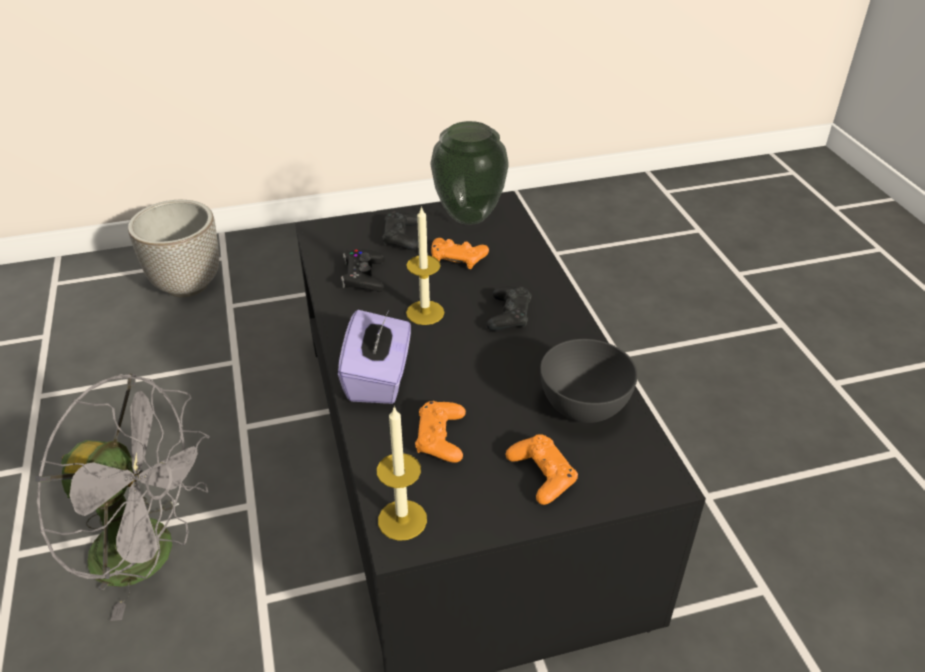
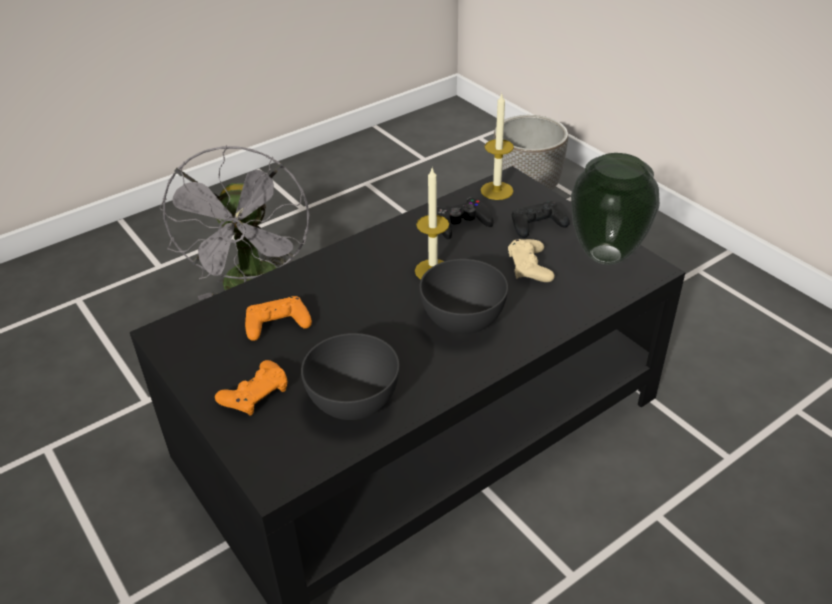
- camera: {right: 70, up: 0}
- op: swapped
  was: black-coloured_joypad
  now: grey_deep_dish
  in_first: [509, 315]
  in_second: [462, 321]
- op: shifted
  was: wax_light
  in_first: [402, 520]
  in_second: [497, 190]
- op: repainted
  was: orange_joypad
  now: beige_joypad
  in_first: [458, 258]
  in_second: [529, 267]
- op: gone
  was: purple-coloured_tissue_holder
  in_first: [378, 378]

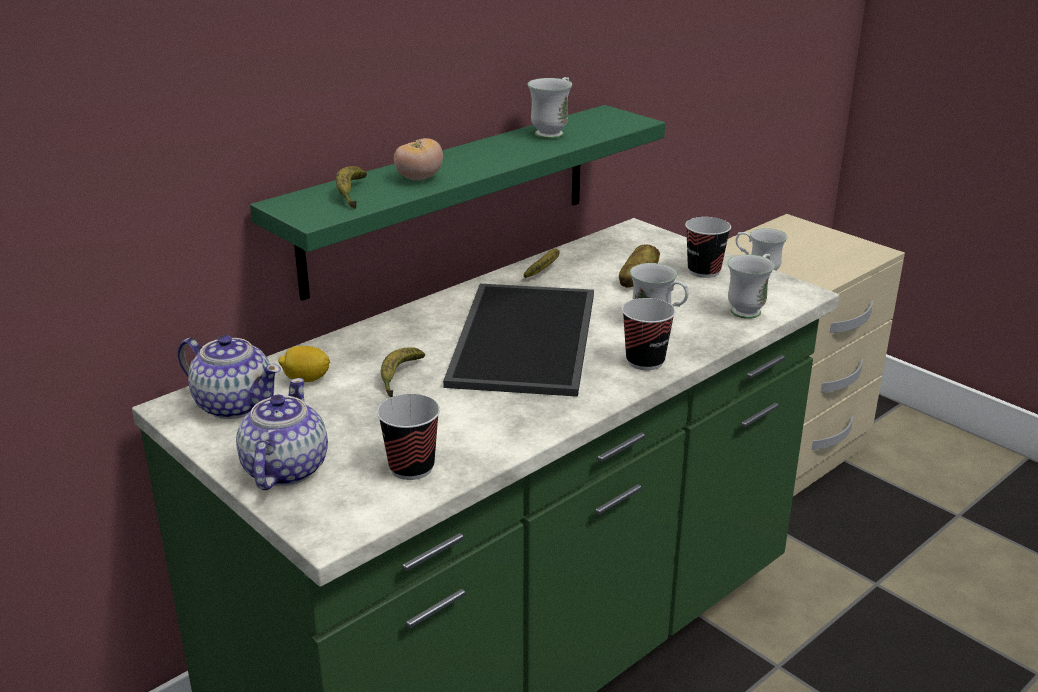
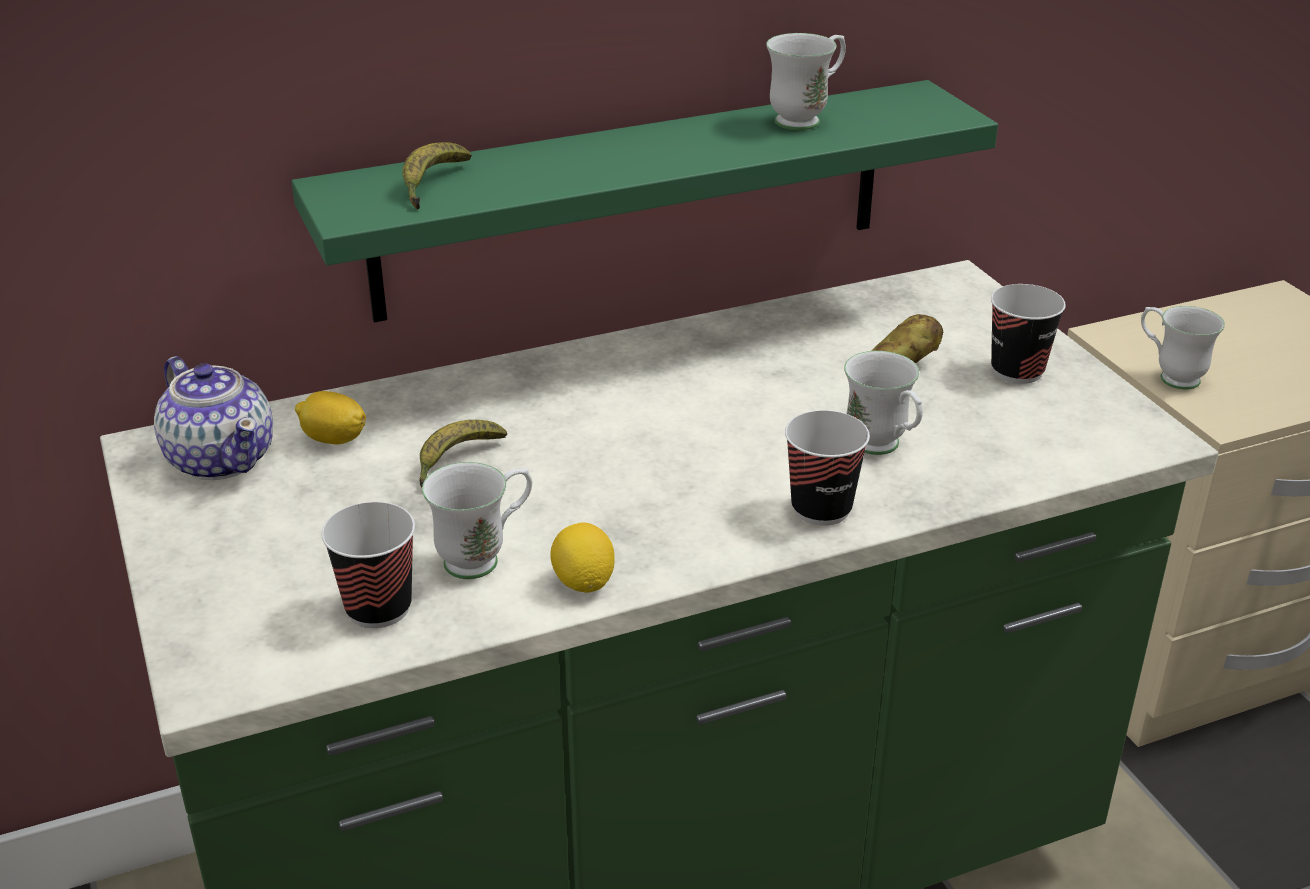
- camera: {right: 20, up: 5}
- op: shifted
  was: whitish_mug
  in_first: [749, 309]
  in_second: [484, 558]
- op: new
  now: citrus_fruit
  in_second: [583, 583]
- op: gone
  was: tea_pot
  in_first: [284, 470]
- op: gone
  was: fresh_tomato
  in_first: [419, 178]
- op: gone
  was: tray
  in_first: [521, 337]
- op: gone
  was: banana
  in_first: [545, 270]

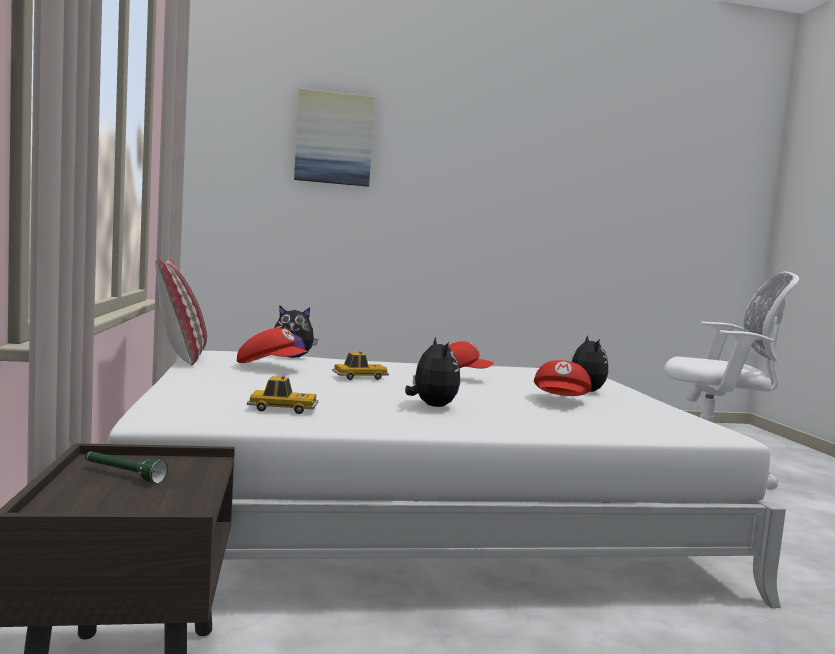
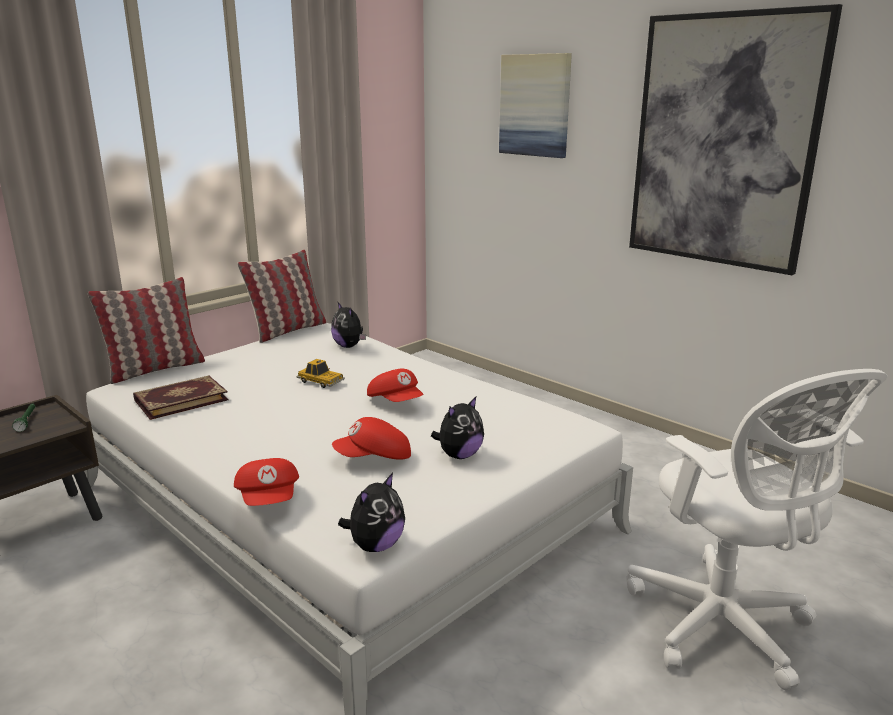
- camera: {right: 55, up: 15}
- op: new
  now: pillow
  in_second: [155, 369]
- op: swapped
  was: model_car
  now: book
  in_first: [283, 409]
  in_second: [181, 399]
- op: shifted
  was: red-coloured_cap
  in_first: [271, 366]
  in_second: [270, 499]
- op: shifted
  was: plush_toy
  in_first: [431, 406]
  in_second: [375, 545]
- op: new
  now: wall_art
  in_second: [723, 142]

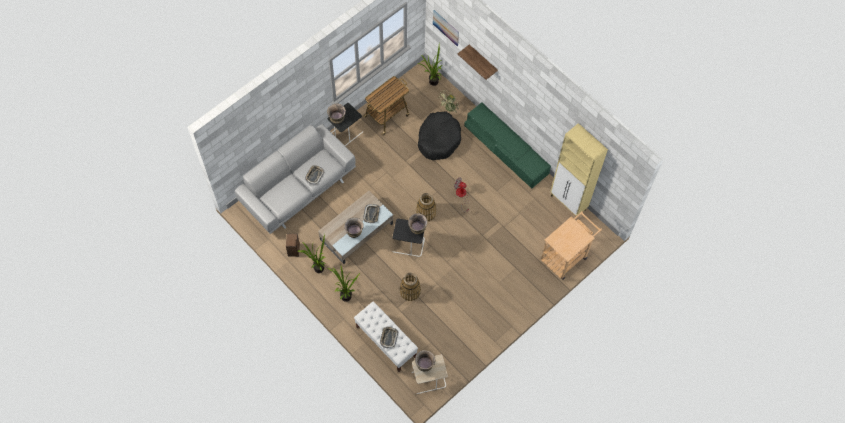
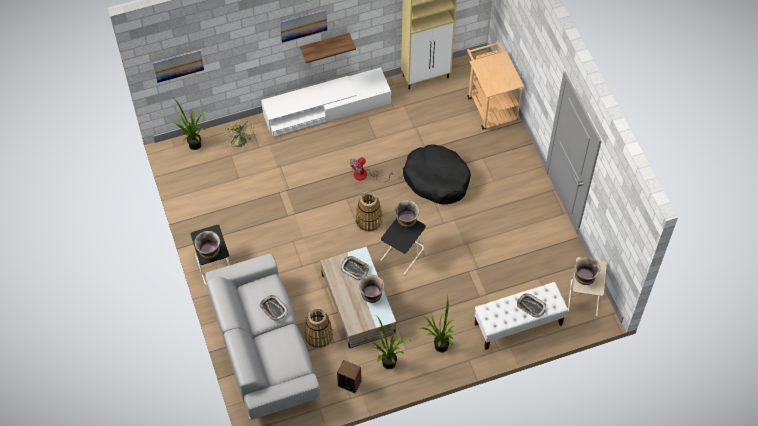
- camera: {right: -65, up: -5}
- op: repainted
  was: greenish_tv_stand
  now: whitish_tv_stand
  in_first: [505, 149]
  in_second: [327, 109]
- op: new
  now: wall_art
  in_second: [303, 25]
- op: shifted
  was: shelf
  in_first: [483, 61]
  in_second: [324, 45]
- op: shifted
  was: storage_basket
  in_first: [410, 291]
  in_second: [318, 335]
- op: shifted
  was: black-coloured_dog_bed
  in_first: [438, 139]
  in_second: [436, 179]
- op: gone
  was: wheeled_cart
  in_first: [387, 115]

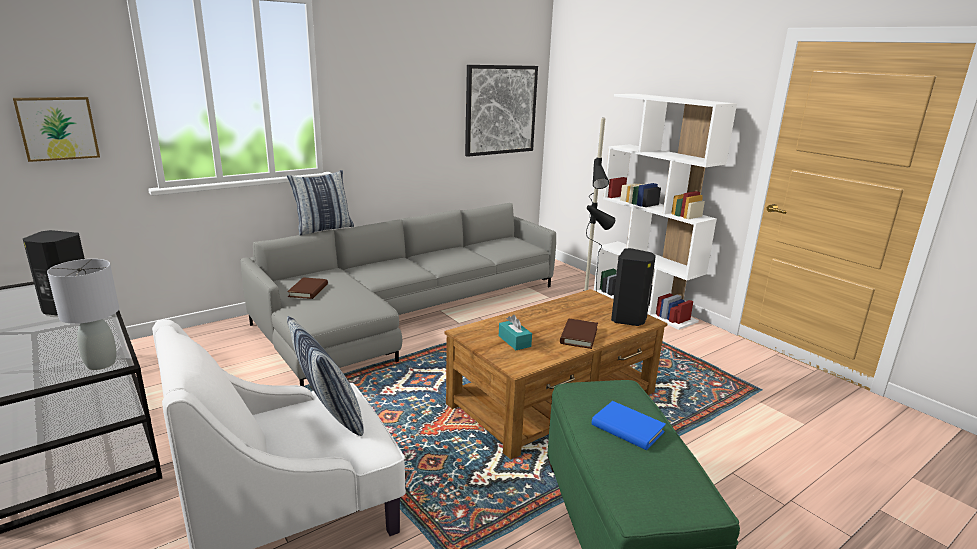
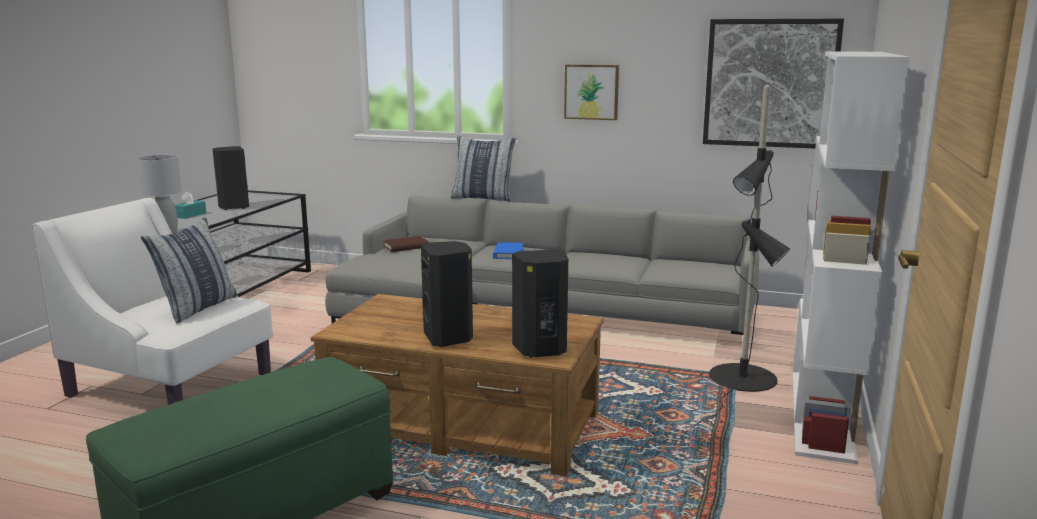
- camera: {right: 55, up: -5}
- op: shifted
  was: turquoise_tissue_holder
  in_first: [514, 341]
  in_second: [190, 215]
- op: swapped
  was: brown-coloured_book
  now: black-coloured_speaker
  in_first: [578, 336]
  in_second: [449, 338]
- op: shifted
  was: blue_book
  in_first: [627, 428]
  in_second: [508, 253]
- op: shifted
  was: wall_art
  in_first: [58, 128]
  in_second: [591, 92]

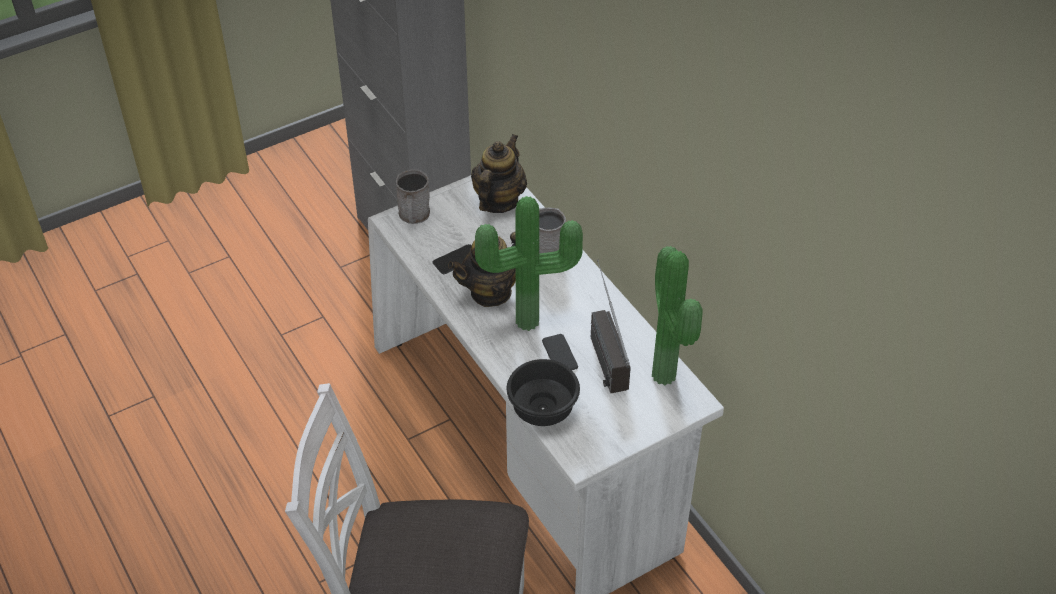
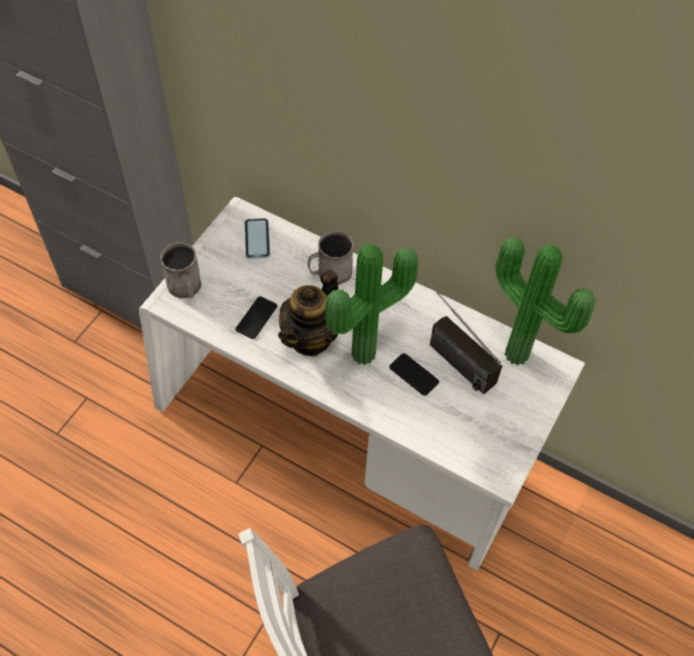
- camera: {right: -30, up: 10}
- op: swapped
  was: tea_pot
  now: telephone
  in_first: [498, 201]
  in_second: [257, 239]
- op: gone
  was: black-coloured_deep_dish
  in_first: [545, 409]

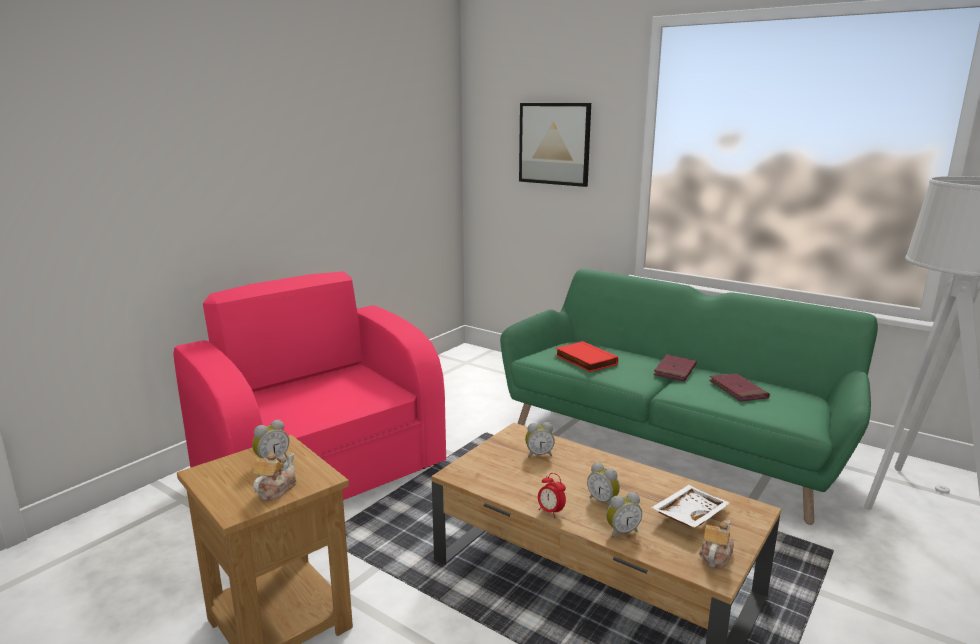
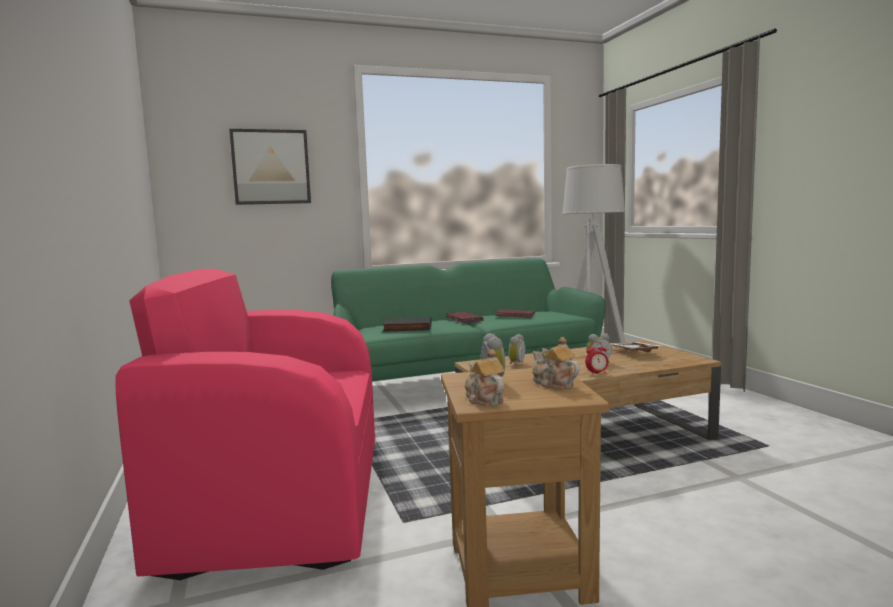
- camera: {right: -55, up: -10}
- op: repainted
  was: red-coloured_book
  now: black-coloured_book
  in_first: [584, 360]
  in_second: [407, 328]
- op: shifted
  was: tea_pot
  in_first: [715, 556]
  in_second: [484, 399]
- op: gone
  was: alarm_clock
  in_first: [621, 531]

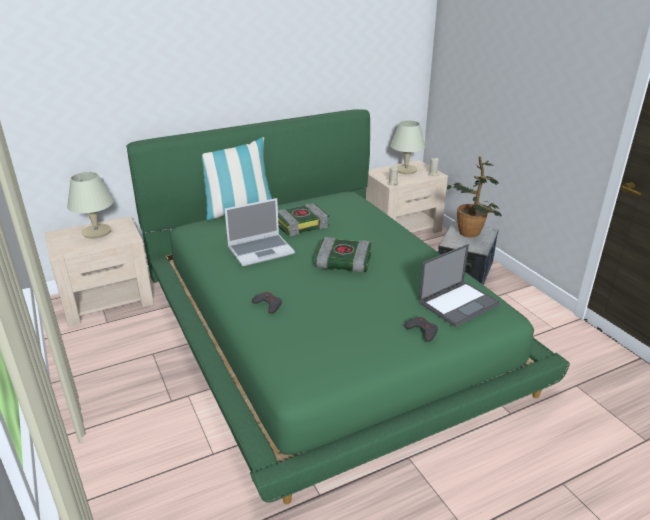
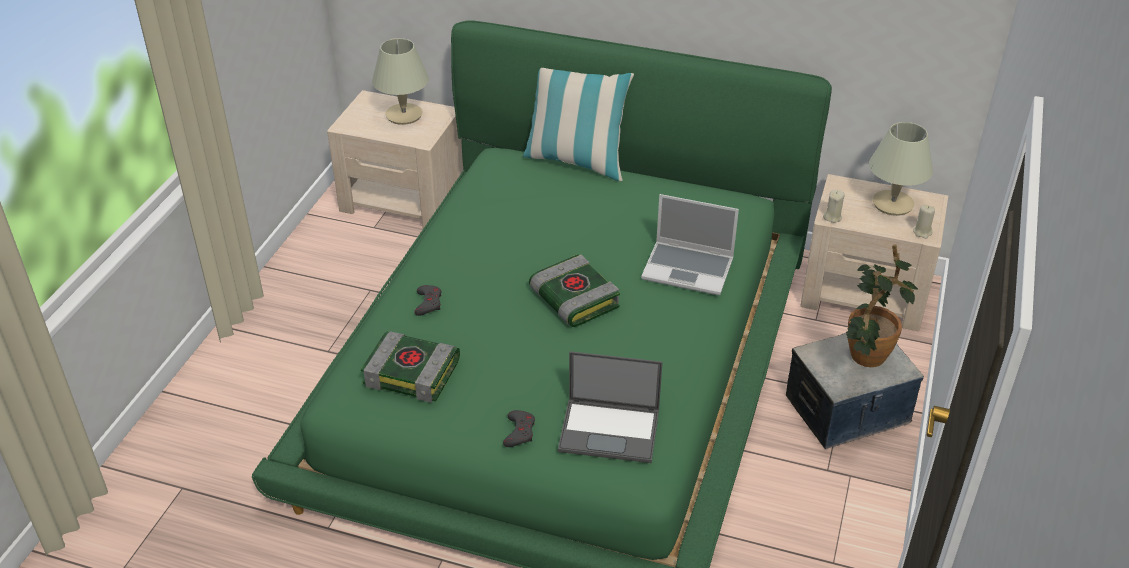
- camera: {right: 45, up: 10}
- op: shifted
  was: book
  in_first: [301, 224]
  in_second: [413, 372]
- op: shifted
  was: notebook_computer
  in_first: [261, 250]
  in_second: [689, 269]

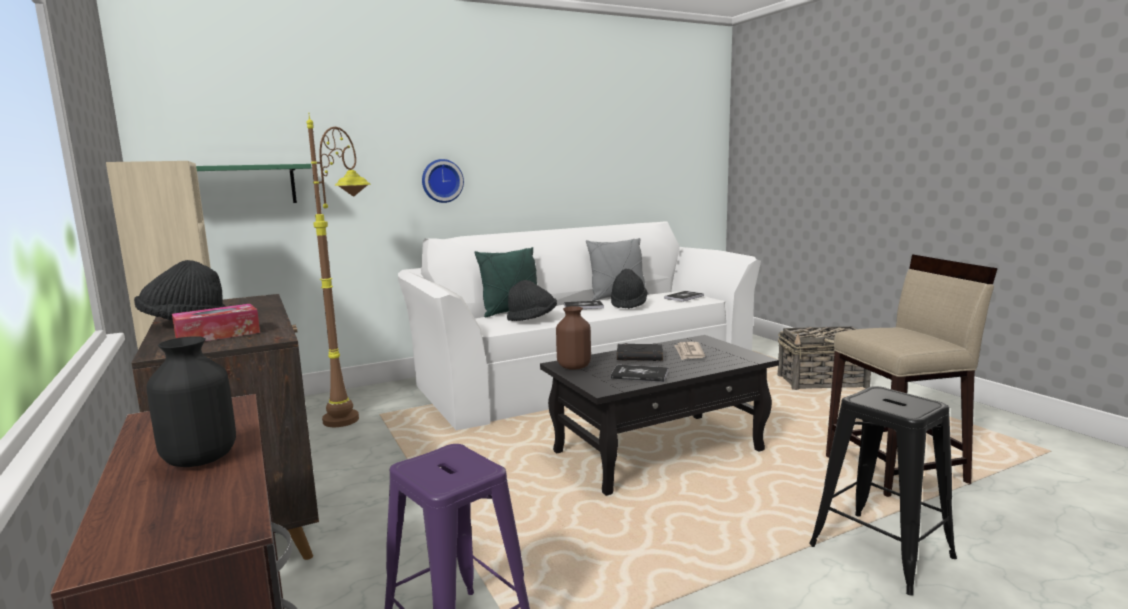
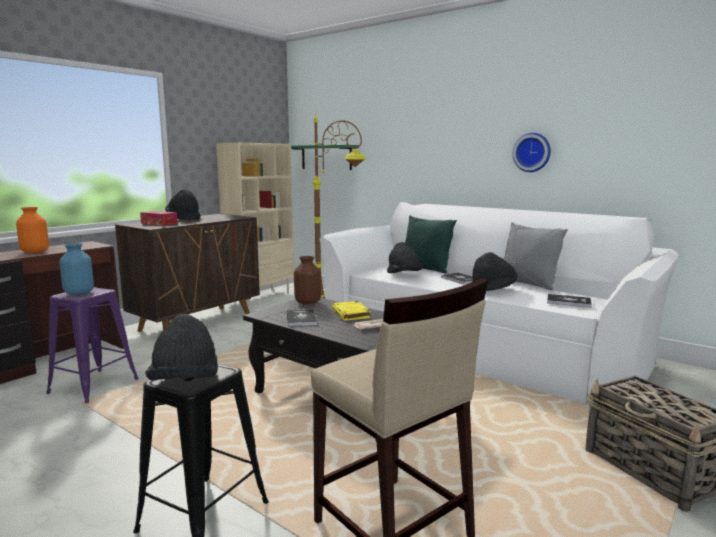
- camera: {right: 65, up: 0}
- op: repainted
  was: black-coloured_vase
  now: orange_vase
  in_first: [200, 459]
  in_second: [34, 252]
- op: new
  now: blue_vase
  in_second: [79, 293]
- op: new
  now: black-coloured_clothing_hat
  in_second: [185, 382]
- op: repainted
  was: black-coloured_book
  now: yellow-coloured_book
  in_first: [640, 356]
  in_second: [351, 314]
- op: shifted
  was: clock_on_the_wall
  in_first: [441, 181]
  in_second: [532, 152]

